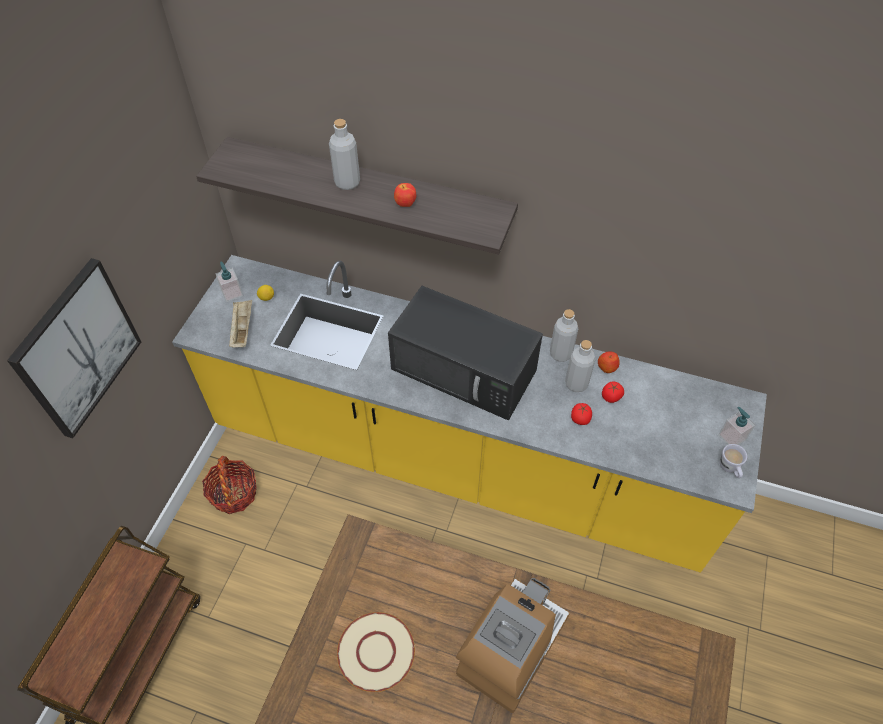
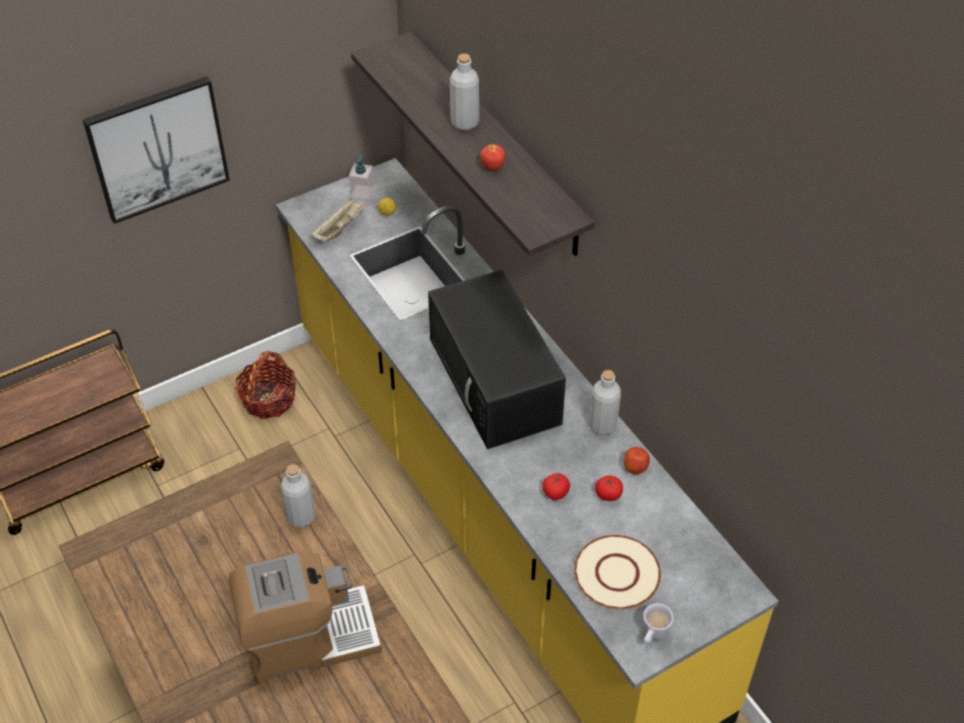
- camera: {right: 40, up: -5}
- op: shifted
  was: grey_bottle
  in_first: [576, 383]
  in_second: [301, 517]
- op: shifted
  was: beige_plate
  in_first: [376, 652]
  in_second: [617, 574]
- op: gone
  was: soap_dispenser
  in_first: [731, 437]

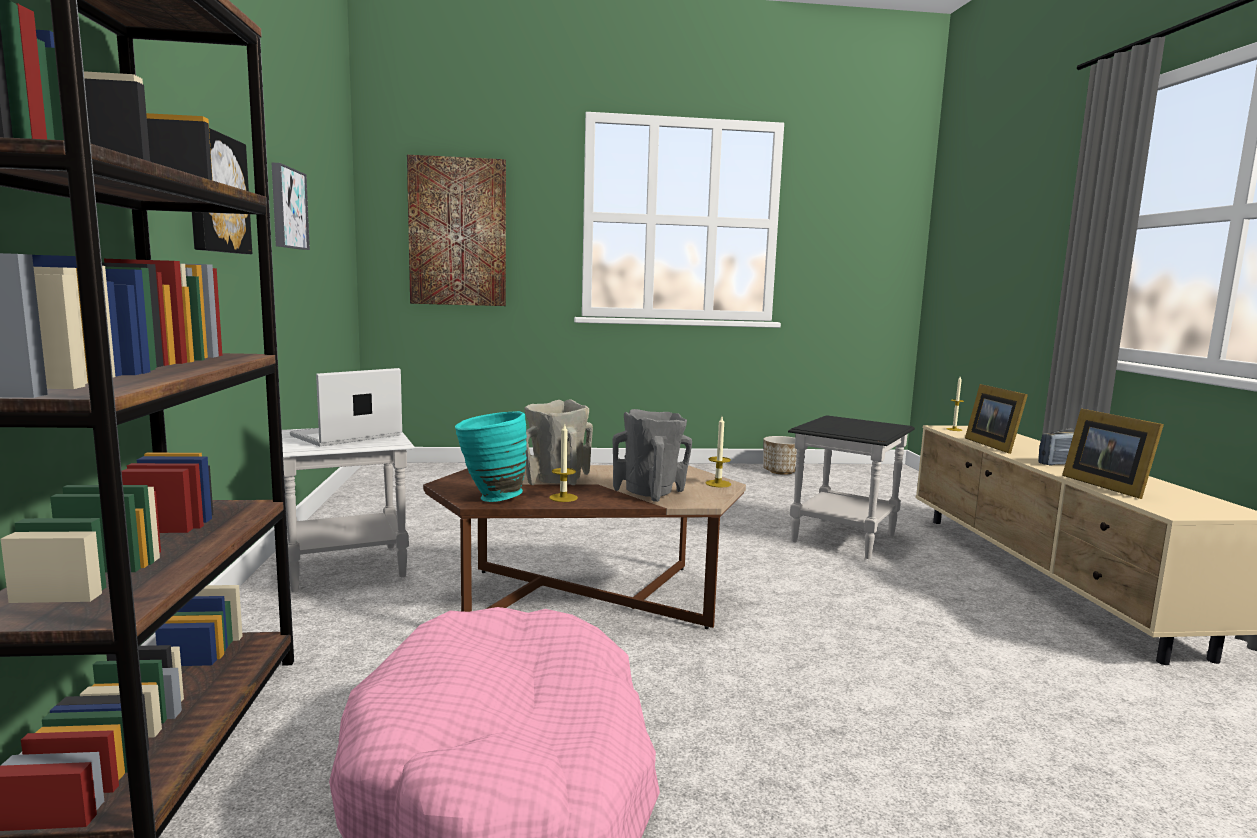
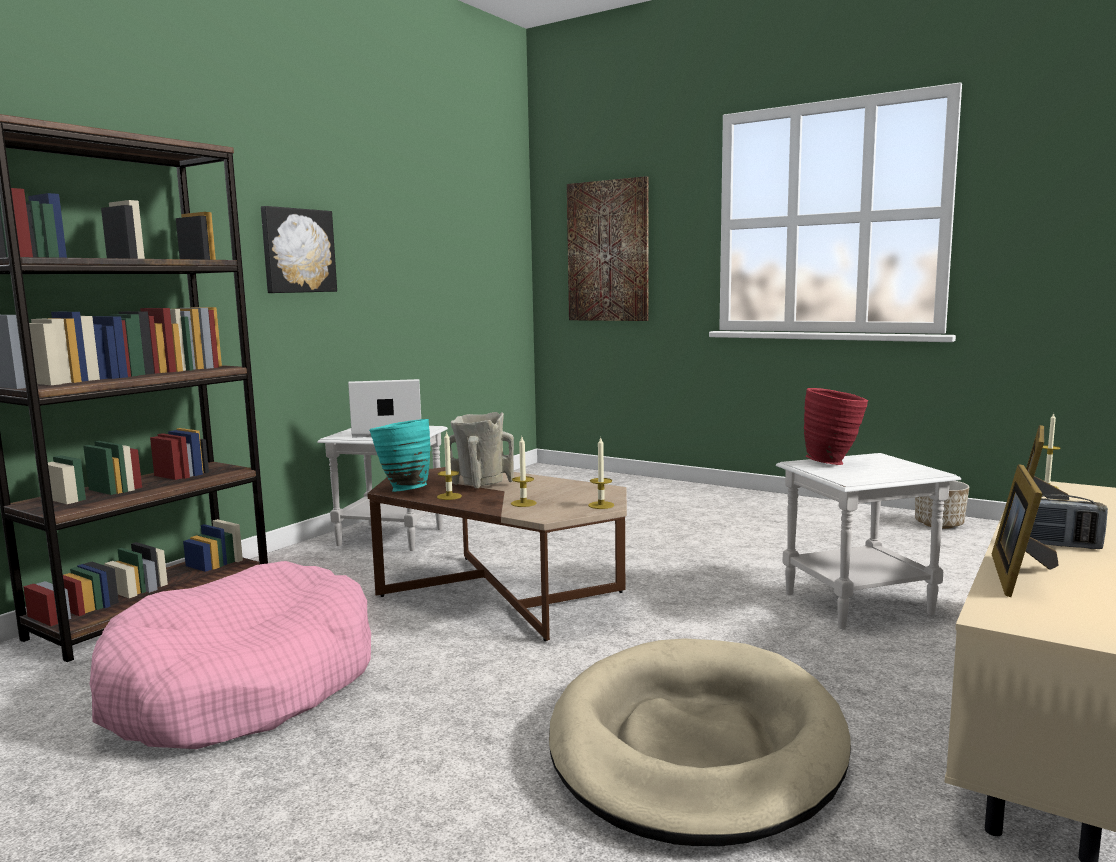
- camera: {right: 40, up: 0}
- op: swapped
  was: grey_vase
  now: wax_light
  in_first: [651, 492]
  in_second: [523, 503]
- op: new
  now: beige_dog_bed
  in_second: [696, 746]
- op: repainted
  was: black-coloured_accent_table
  now: whitish_accent_table
  in_first: [843, 538]
  in_second: [856, 604]
- op: new
  now: red-coloured_vase
  in_second: [834, 462]
- op: gone
  was: wall_art
  in_first: [287, 208]

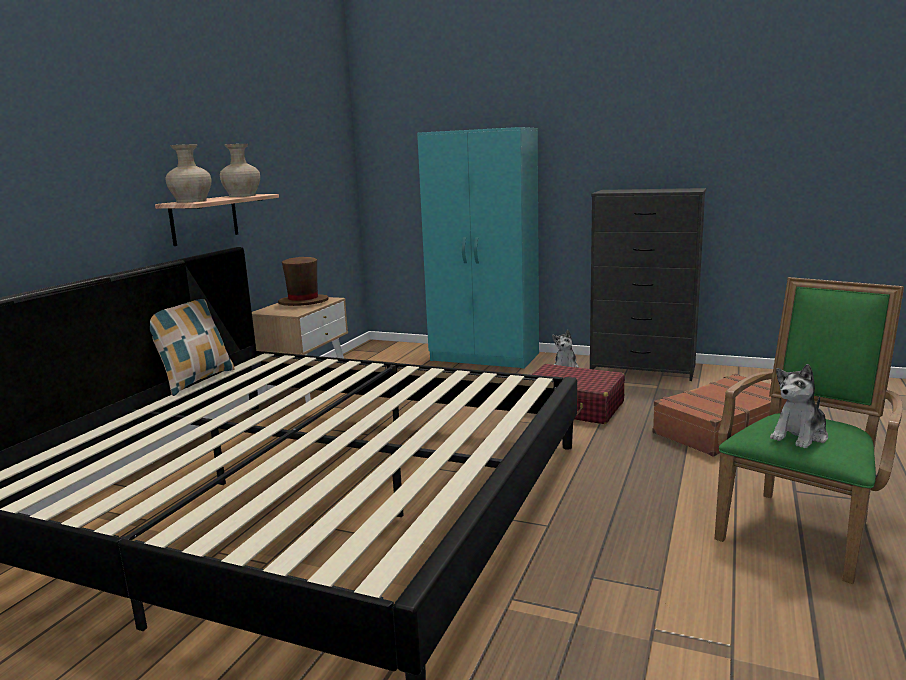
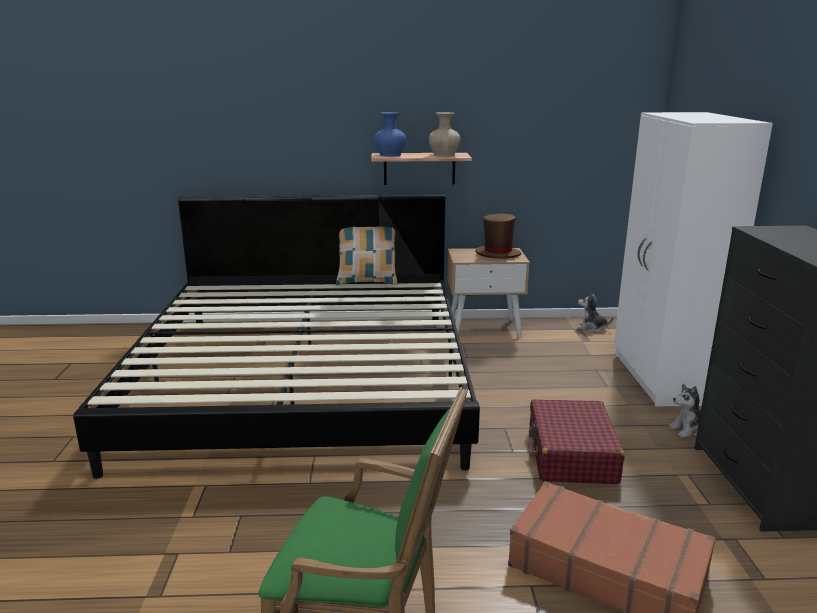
- camera: {right: 65, up: 5}
- op: repainted
  was: beige_vase
  now: blue_vase
  in_first: [192, 201]
  in_second: [390, 155]
- op: shifted
  was: plush_toy
  in_first: [799, 436]
  in_second: [591, 328]
- op: repainted
  was: turquoise_wardrobe
  now: whitish_wardrobe
  in_first: [485, 357]
  in_second: [662, 379]

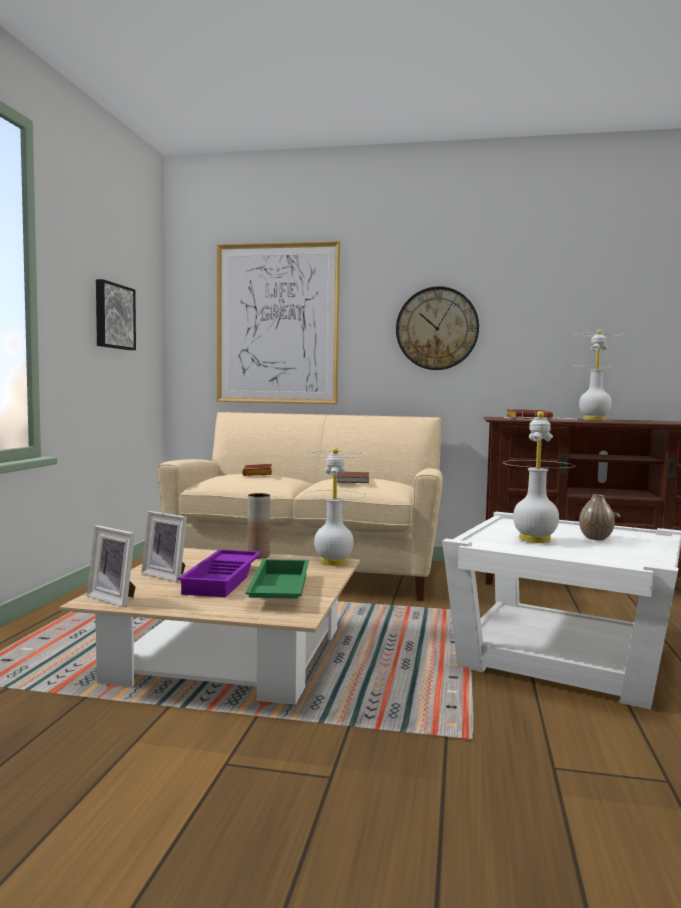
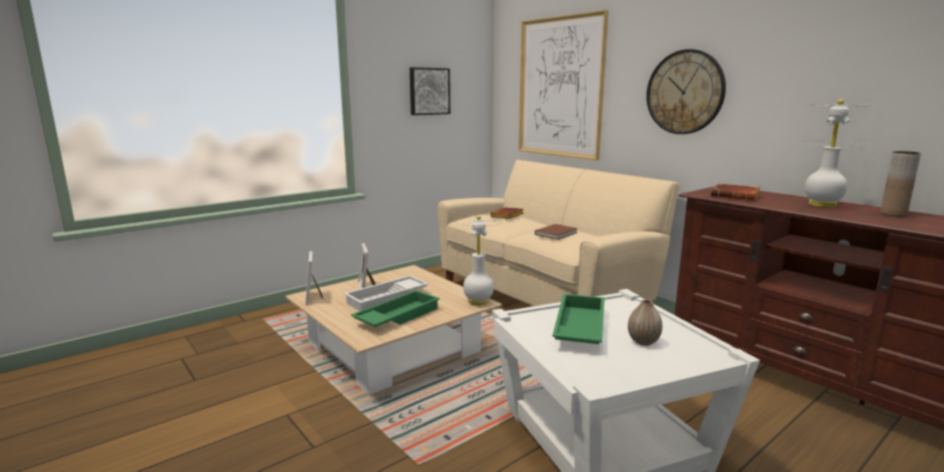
- camera: {right: 40, up: 10}
- op: repainted
  was: purple-coloured_tray
  now: whitish_tray
  in_first: [224, 579]
  in_second: [387, 298]
- op: swapped
  was: whitish_tabletop_lamp
  now: greenish_tray
  in_first: [534, 539]
  in_second: [578, 327]
- op: shifted
  was: brown-coloured_vase
  in_first: [258, 556]
  in_second: [893, 214]

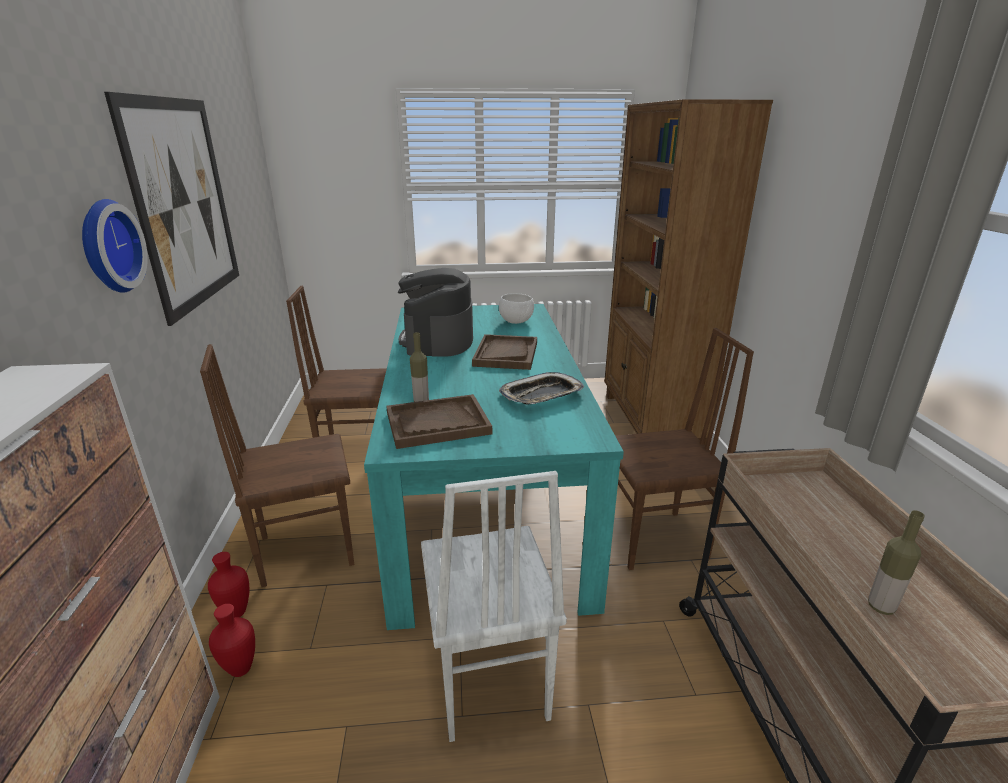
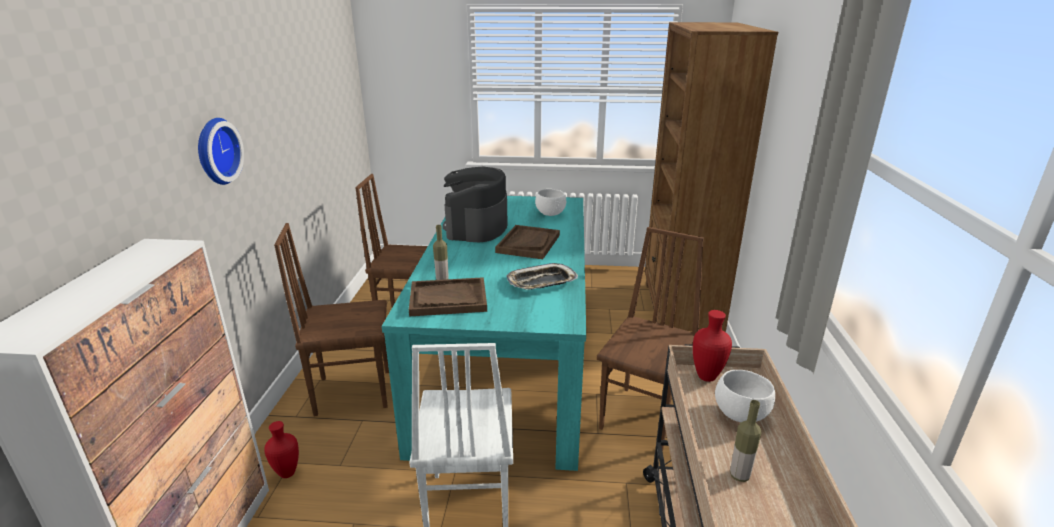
- camera: {right: 10, up: 0}
- op: rotated
  was: brown-coloured_chair
  in_first: [655, 541]
  in_second: [644, 418]
  clockwise: -60
- op: shifted
  was: red-coloured_vase
  in_first: [237, 612]
  in_second: [706, 376]
- op: new
  now: whitish_deep_dish
  in_second: [740, 414]
- op: gone
  was: wall_art
  in_first: [185, 204]

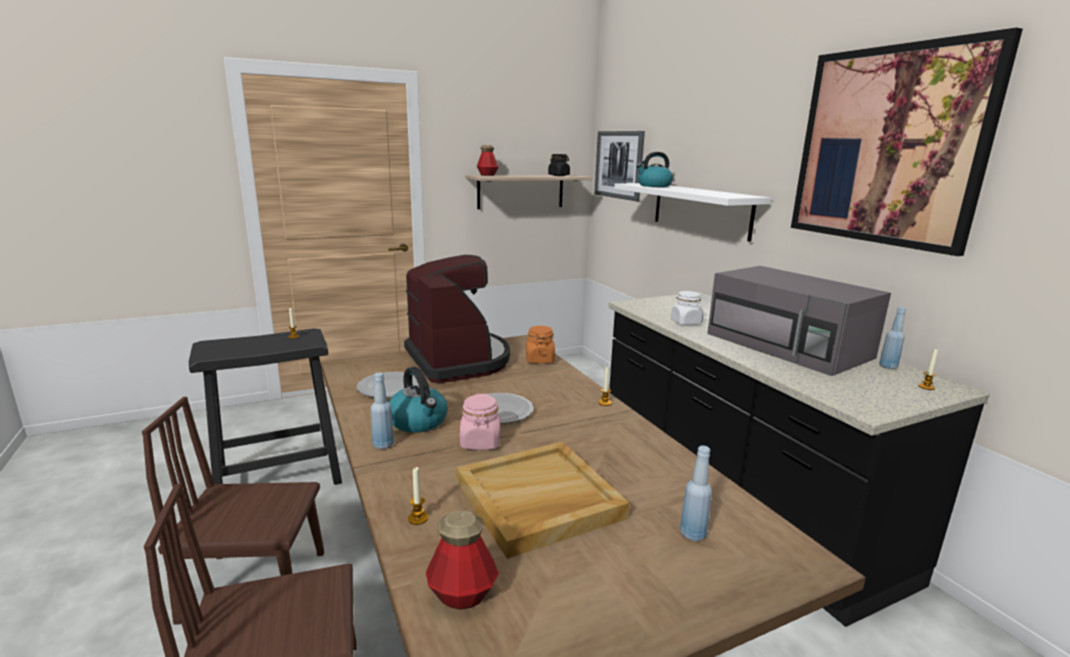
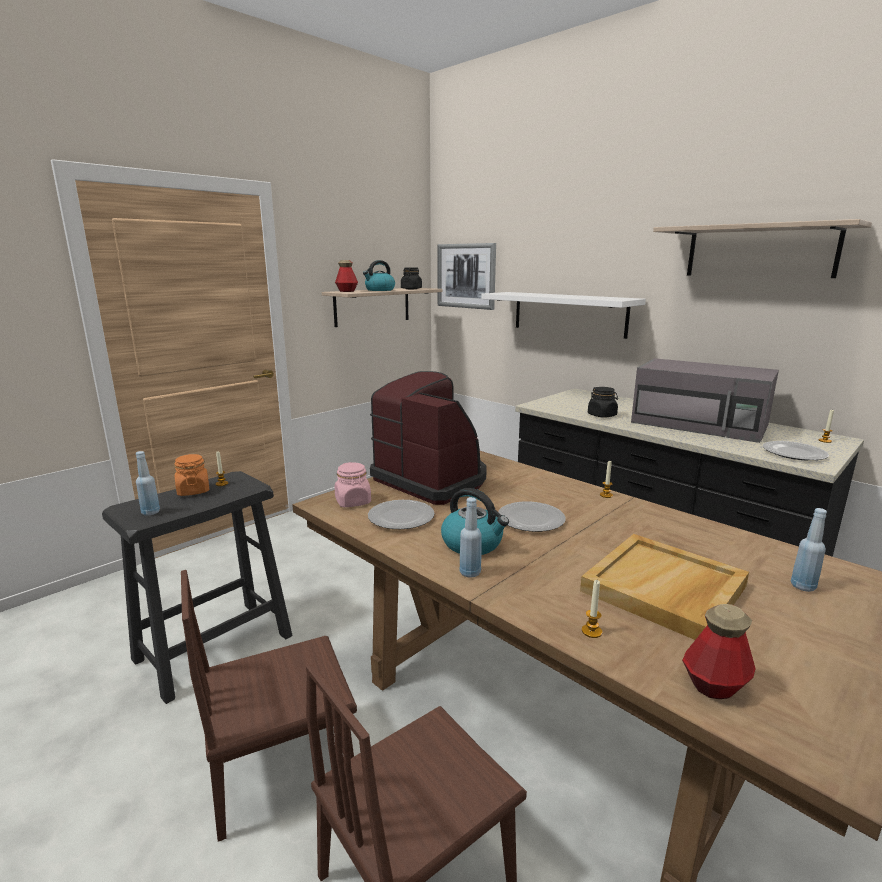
- camera: {right: -20, up: 0}
- op: shifted
  was: blue_bottle
  in_first: [888, 366]
  in_second: [150, 512]
- op: shifted
  was: orange_preserve_jar
  in_first: [539, 360]
  in_second: [193, 491]
- op: shifted
  was: pinkish_preserve_jar
  in_first: [480, 442]
  in_second: [353, 502]
- op: shifted
  was: water_kettle
  in_first: [653, 186]
  in_second: [379, 290]
- op: repainted
  was: whitish_preserve_jar
  now: black-coloured_preserve_jar
  in_first: [686, 322]
  in_second: [602, 415]
- op: swapped
  was: wall_art
  now: shelf
  in_first: [887, 147]
  in_second: [759, 251]
- op: new
  now: plate
  in_second: [794, 453]

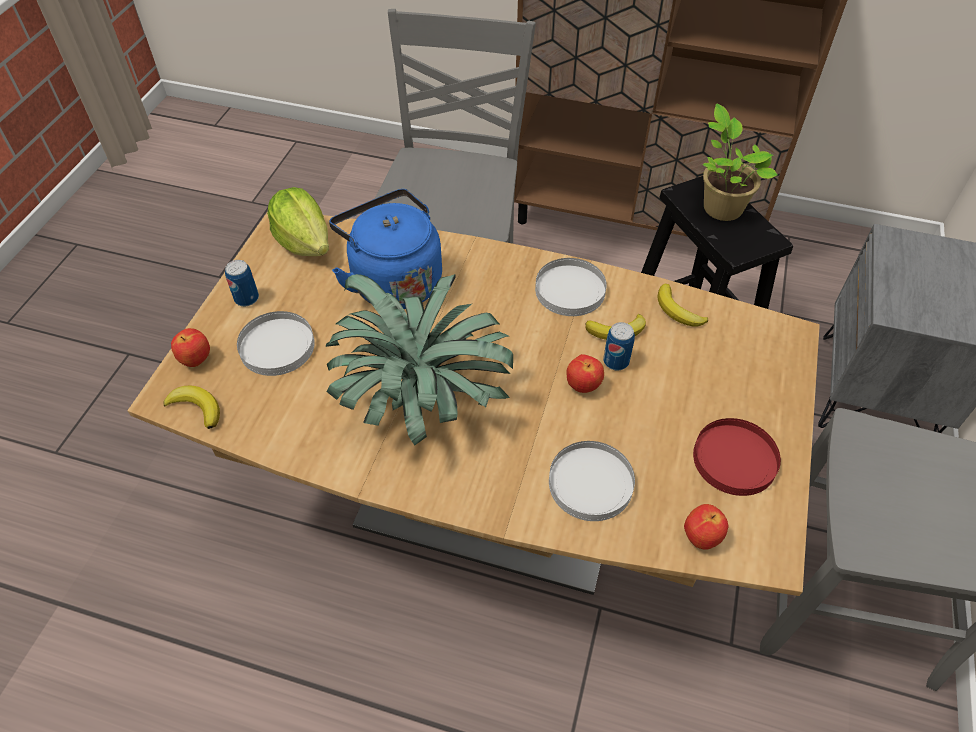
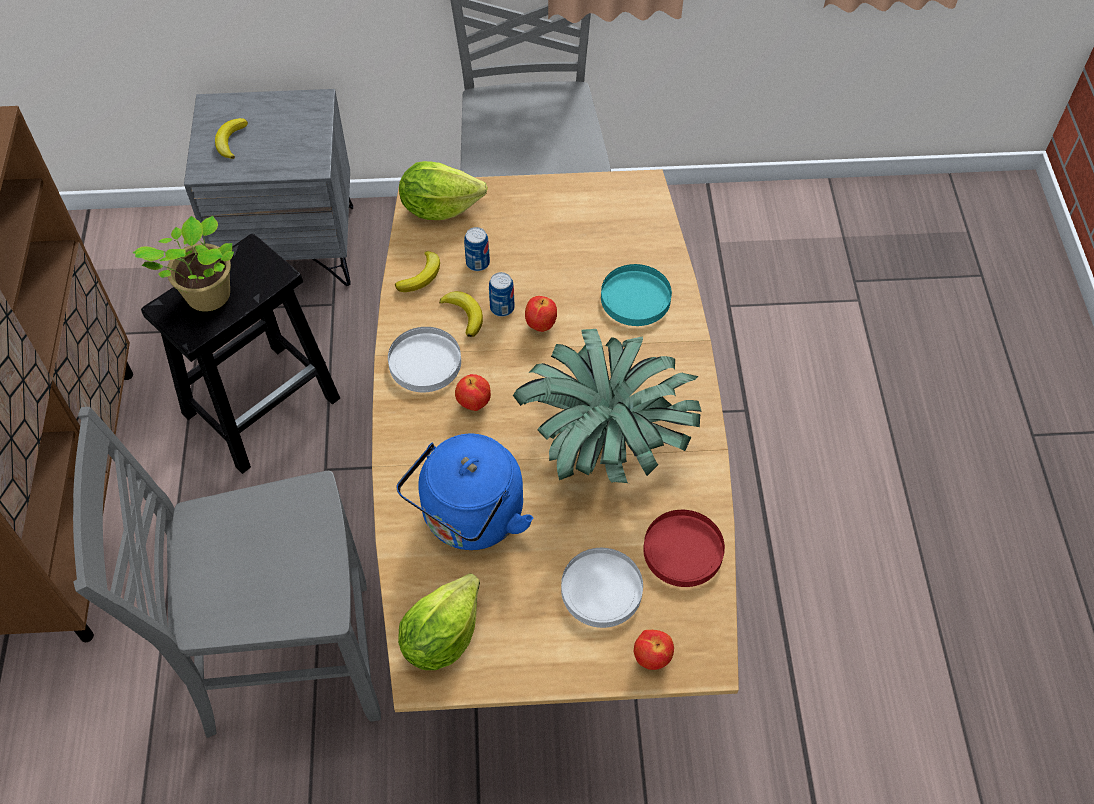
- camera: {right: -110, up: 5}
- op: shifted
  was: banana
  in_first: [196, 408]
  in_second: [230, 140]
- op: new
  now: lettuce
  in_second: [439, 207]
- op: shifted
  was: apple
  in_first: [700, 537]
  in_second: [473, 403]
- op: shifted
  was: sealed_can
  in_first: [246, 298]
  in_second: [477, 263]
- op: repainted
  was: whitish_plate
  now: turquoise_plate
  in_first: [590, 483]
  in_second: [636, 298]
- op: shifted
  was: red-coloured_plate
  in_first: [734, 458]
  in_second: [682, 550]

